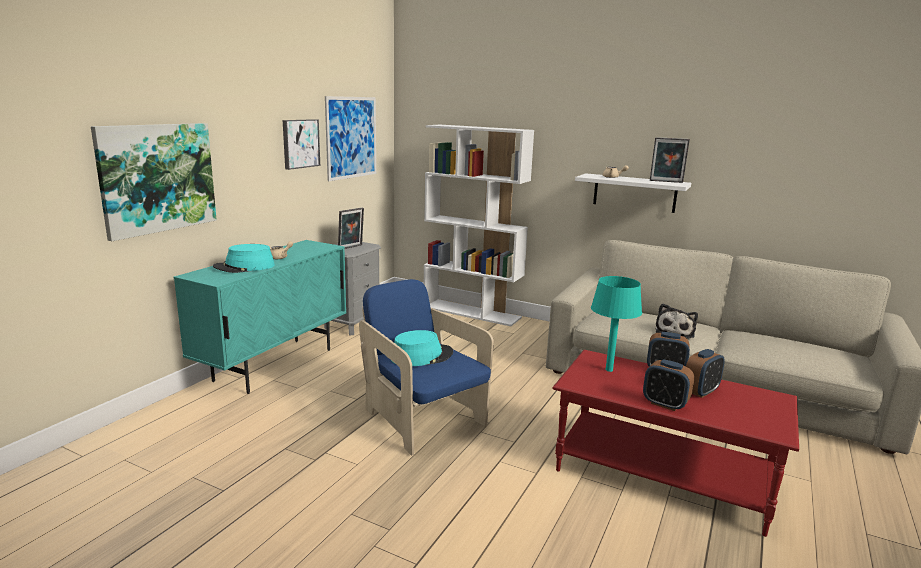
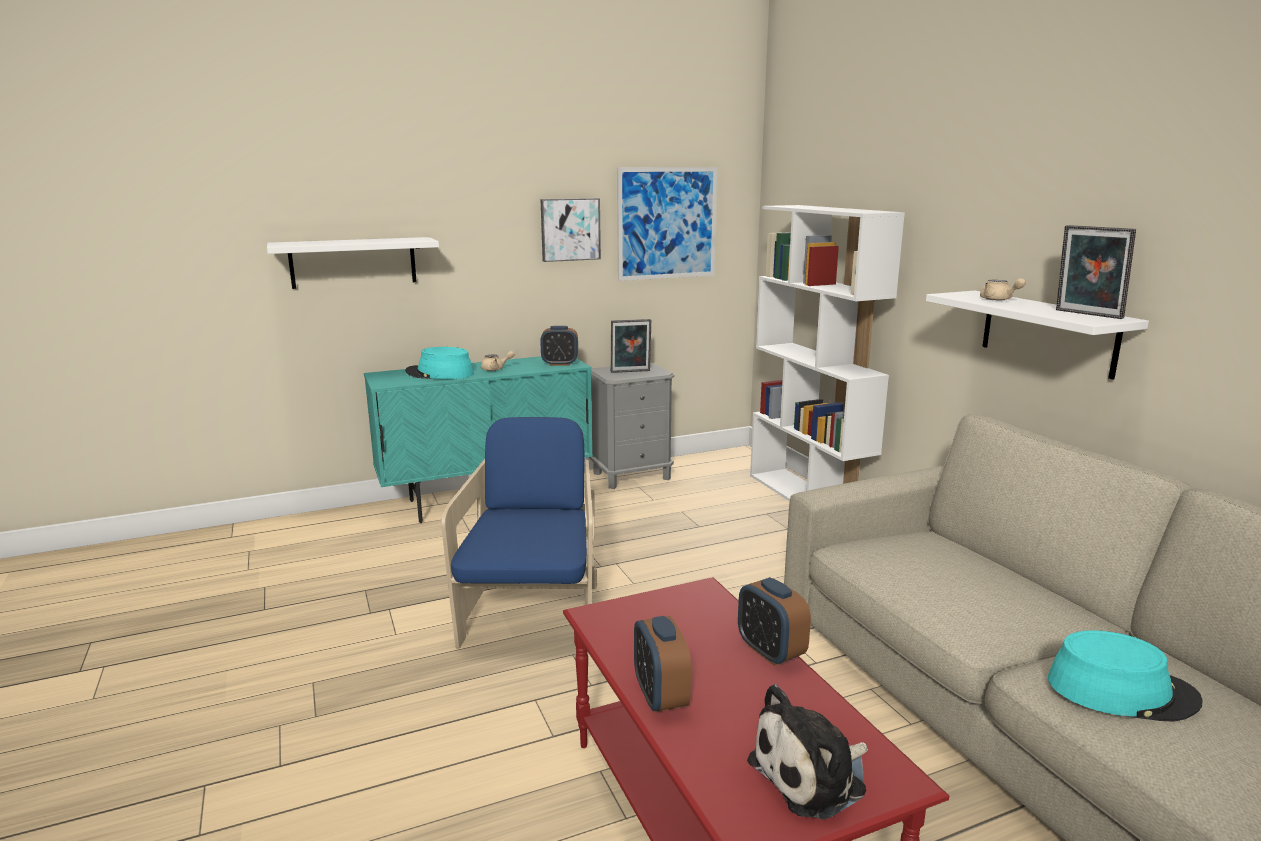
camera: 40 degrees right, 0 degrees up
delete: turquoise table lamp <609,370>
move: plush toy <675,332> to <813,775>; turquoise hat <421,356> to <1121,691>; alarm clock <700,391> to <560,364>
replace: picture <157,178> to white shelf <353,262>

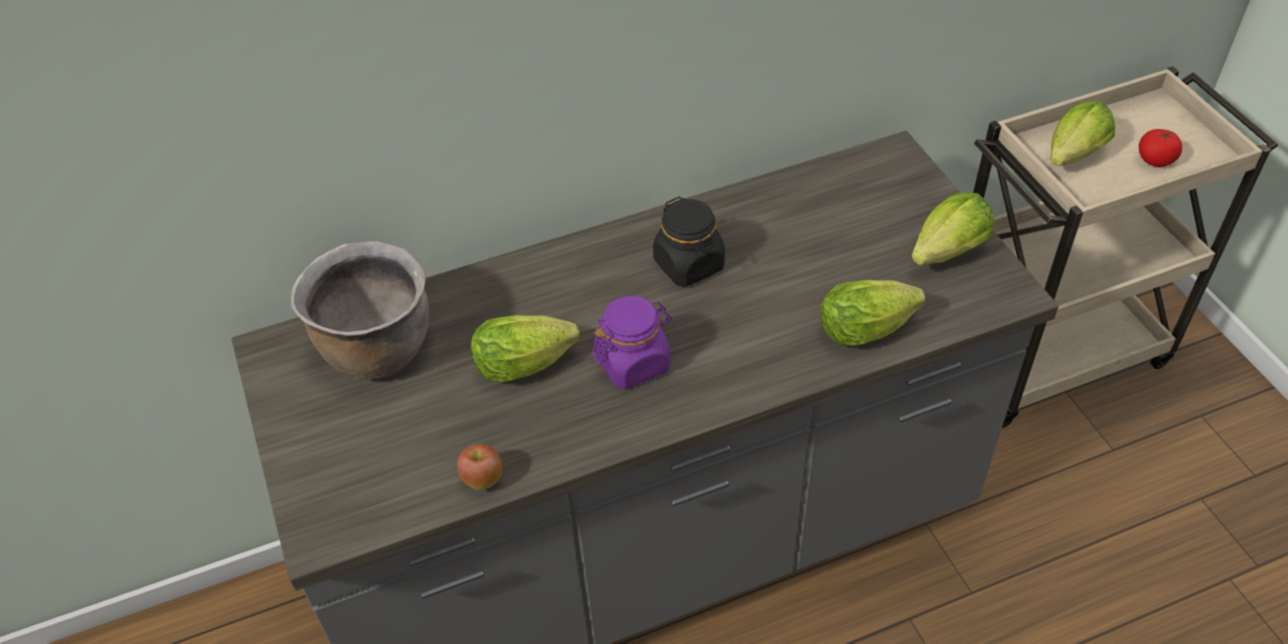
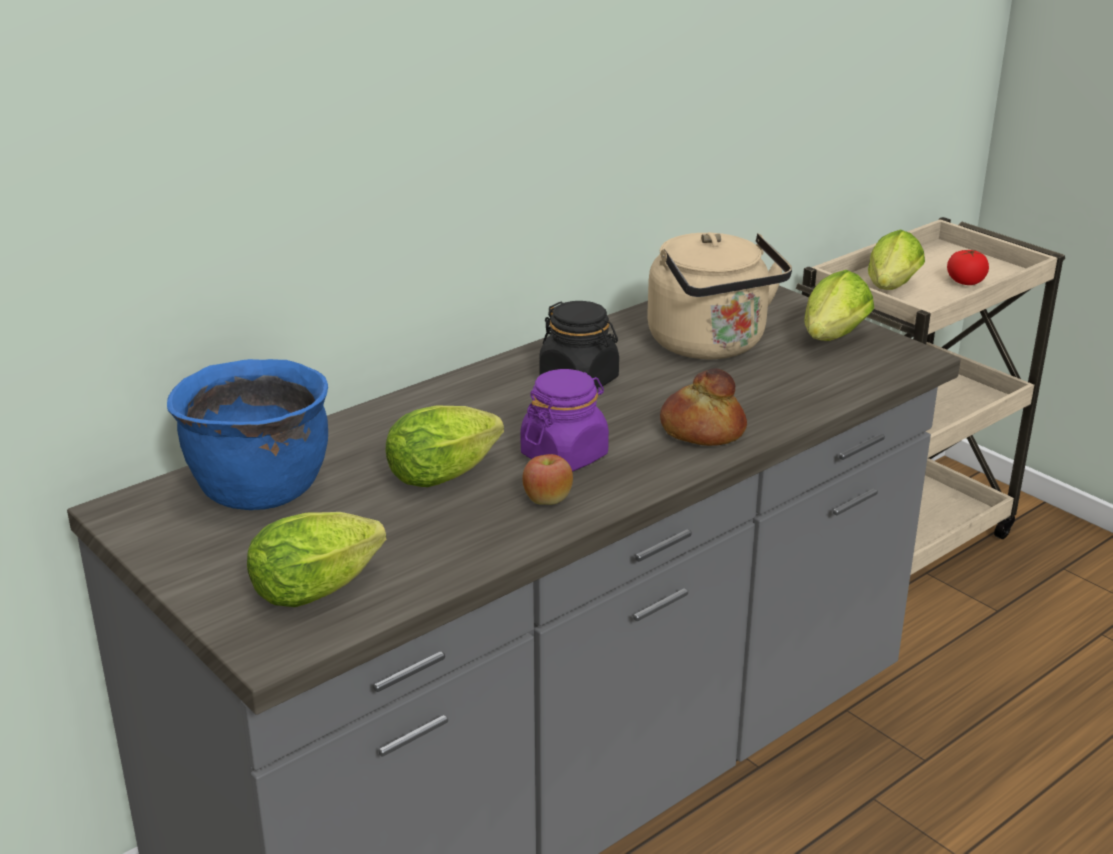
camera: 20 degrees left, 20 degrees down
insert: beige kettle <711,345>; bread <701,430>
move: lettuce <870,328> to <322,588>; apple <482,479> to <547,500>
recolor: brown cooking pot <377,348> to blue cooking pot <259,489>

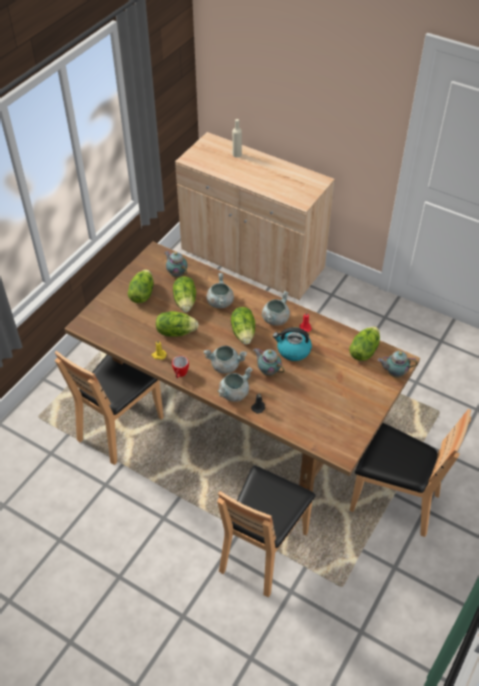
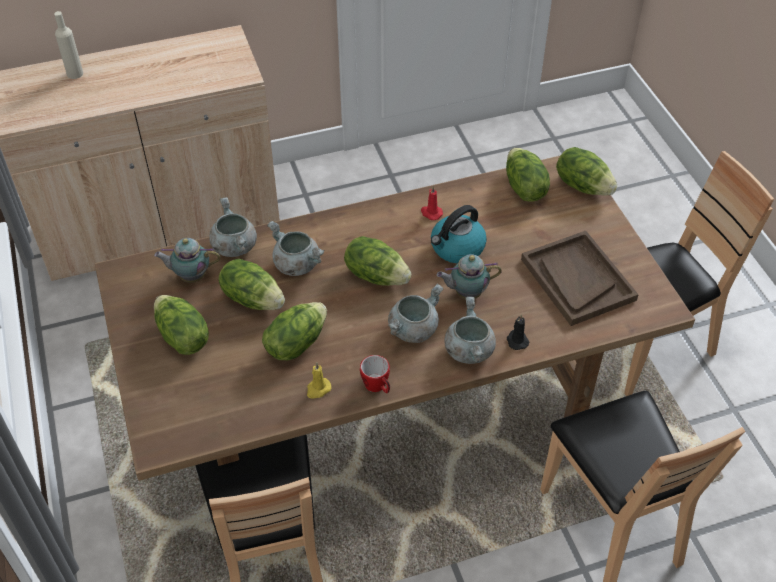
camera: 50 degrees left, 0 degrees up
insert: brown tray <577,279>
move: grey cooking pot <275,319> to <234,246>
replace: teapot <394,373> to lettuce <583,185>

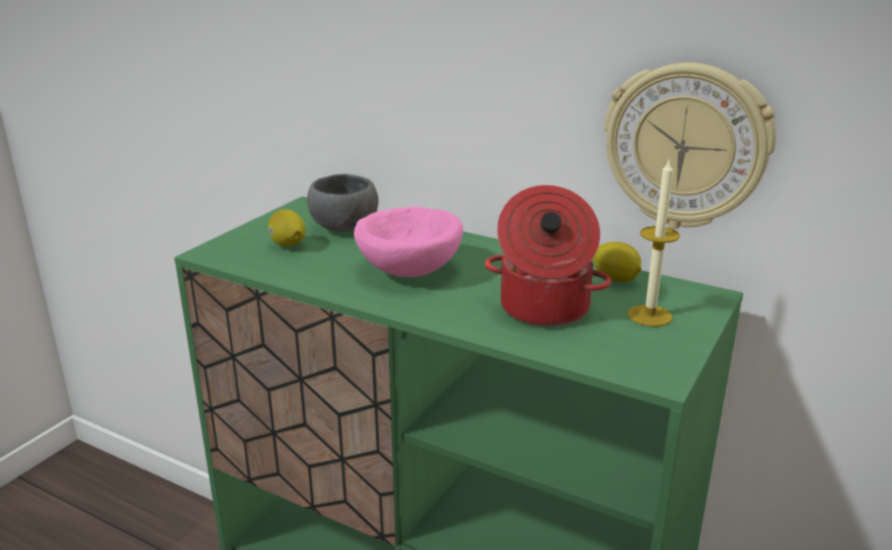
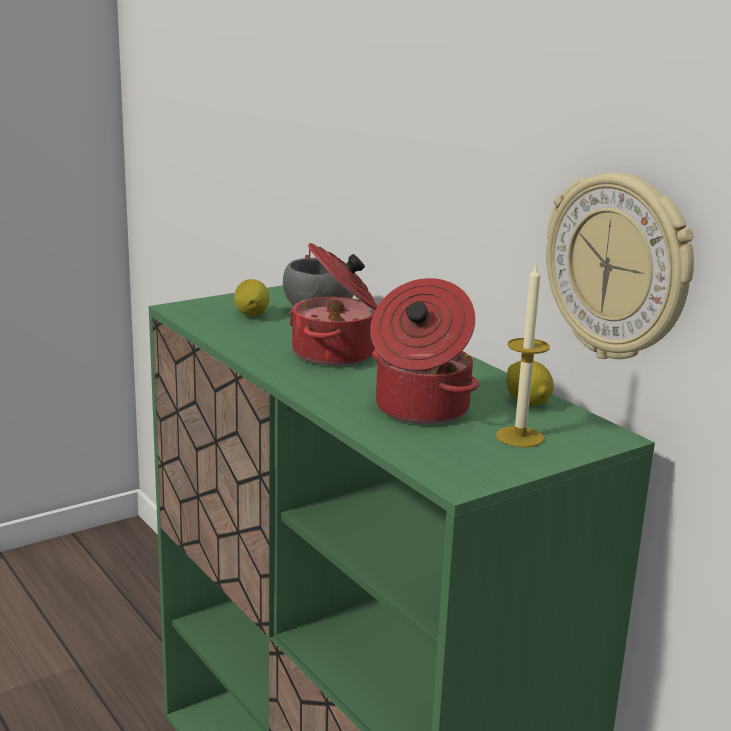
camera: 25 degrees right, 5 degrees down
replace: pink bowl <410,269> to cooking pot <336,354>

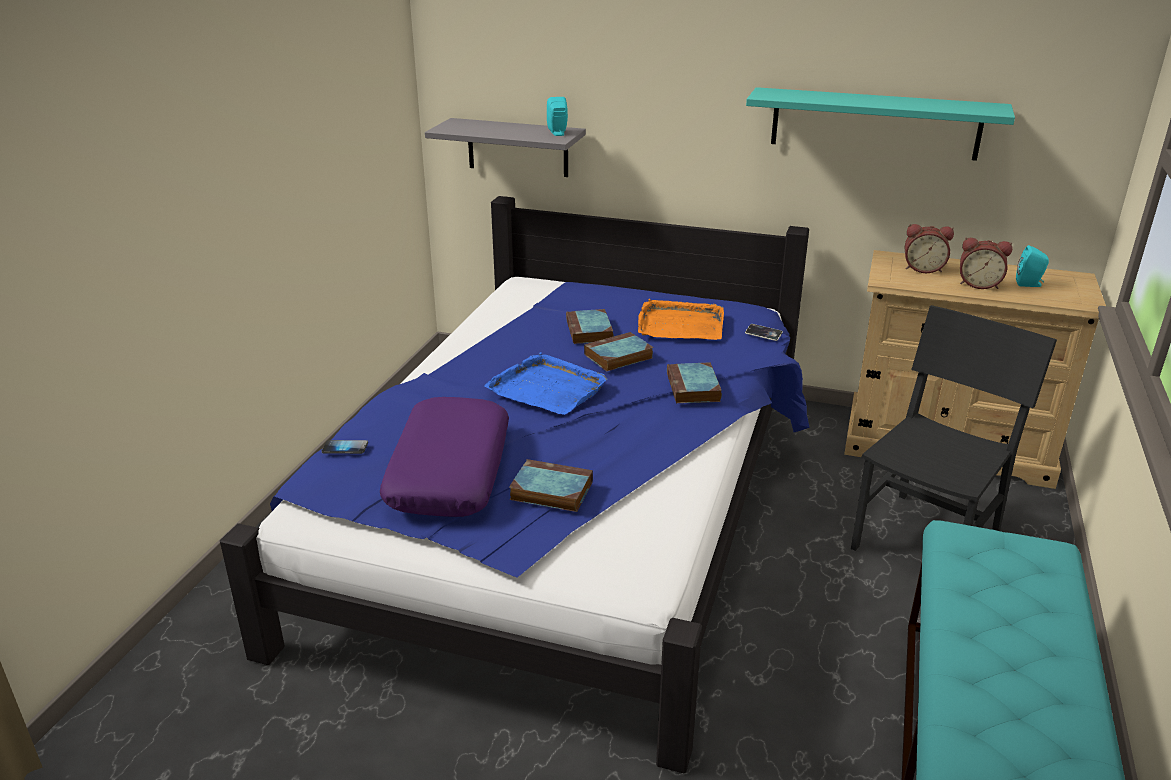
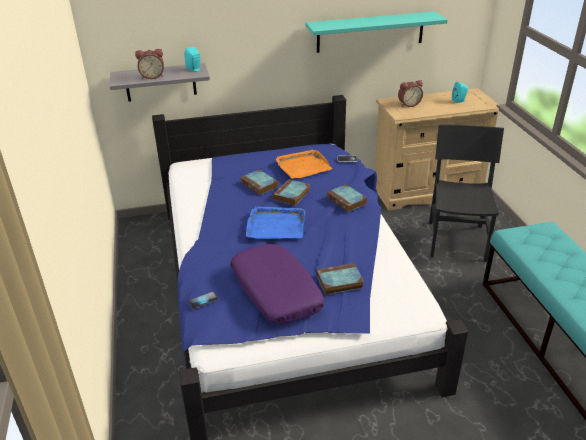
camera: 30 degrees left, 5 degrees up
move: alarm clock <979,284> to <152,76>

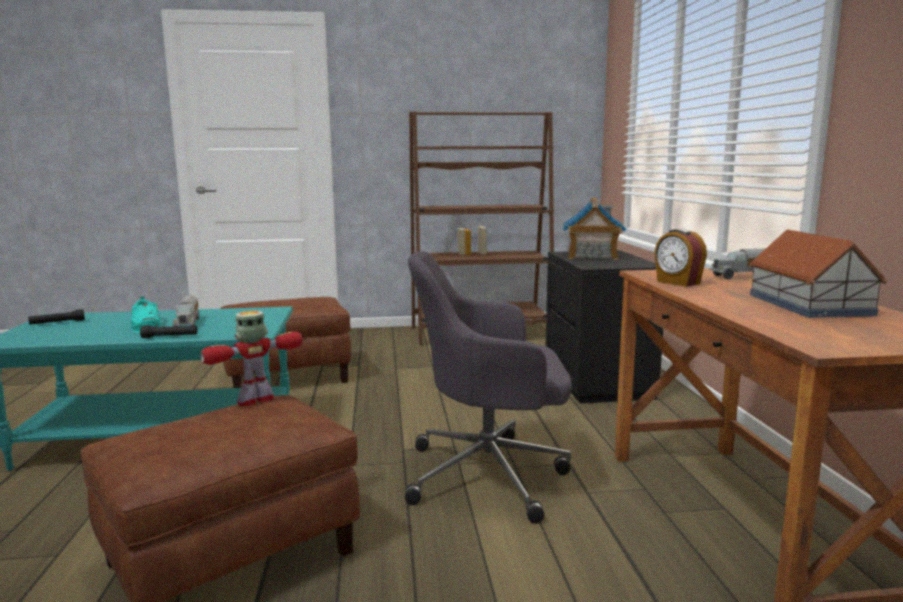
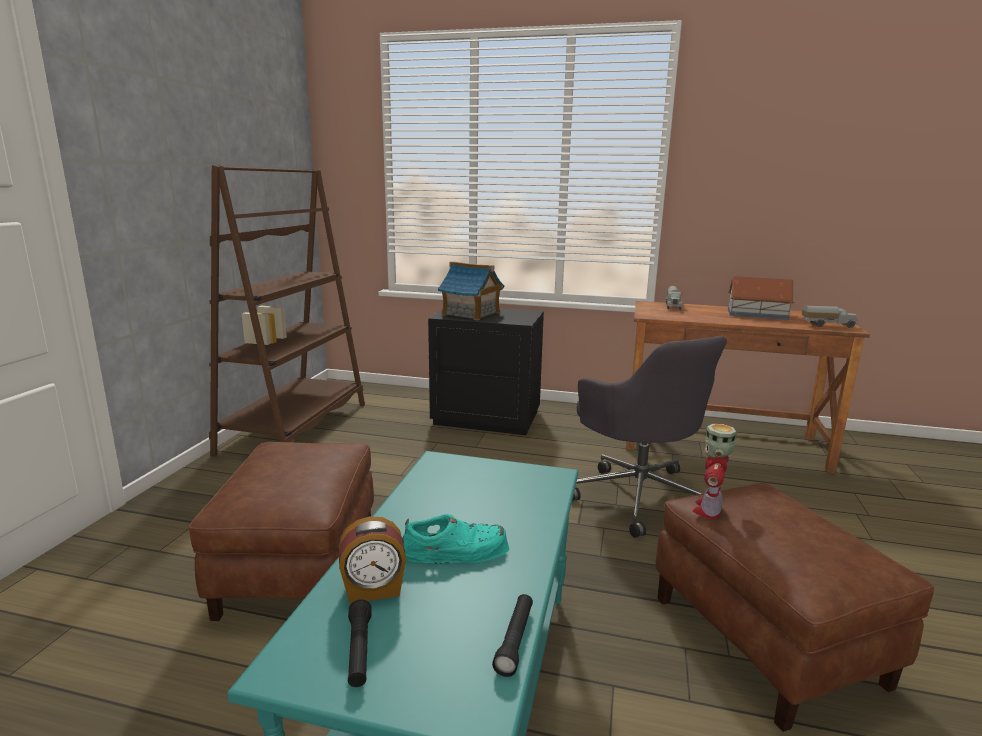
camera: 70 degrees left, 5 degrees up
move: alarm clock <677,283> to <373,590>; toy truck <188,323> to <827,325>; black flashlight <170,337> to <515,640>
rotate: grey office chair <490,474> = <638,496> 45 degrees counterclockwise; toy robot <256,400> = <709,509> 45 degrees clockwise

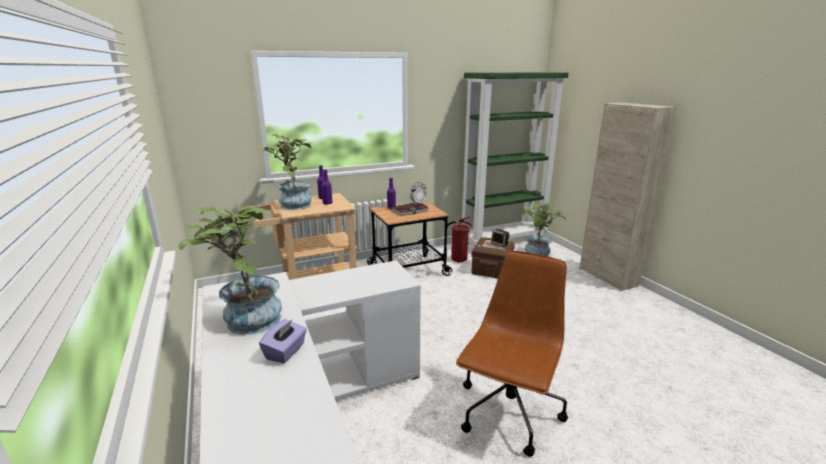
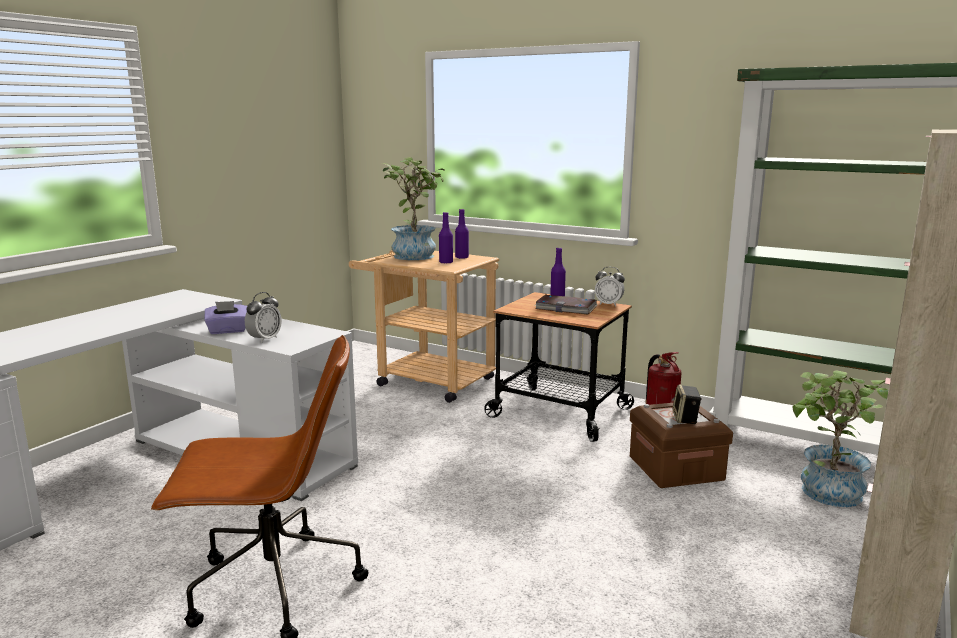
camera: 55 degrees right, 5 degrees down
delete: potted plant <245,319>
insert: alarm clock <264,339>
move: purple tissue box <286,352> to <227,331>

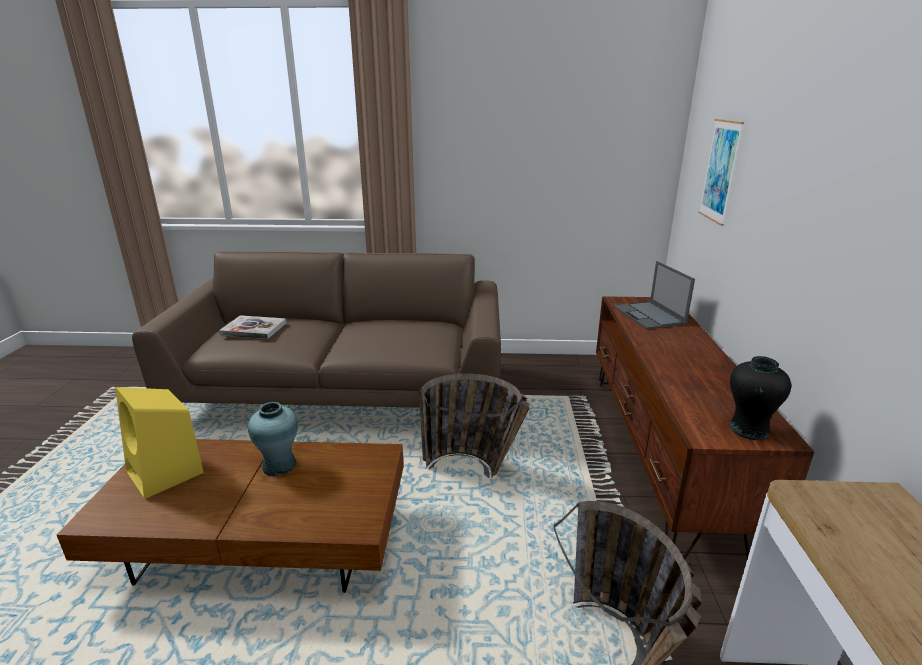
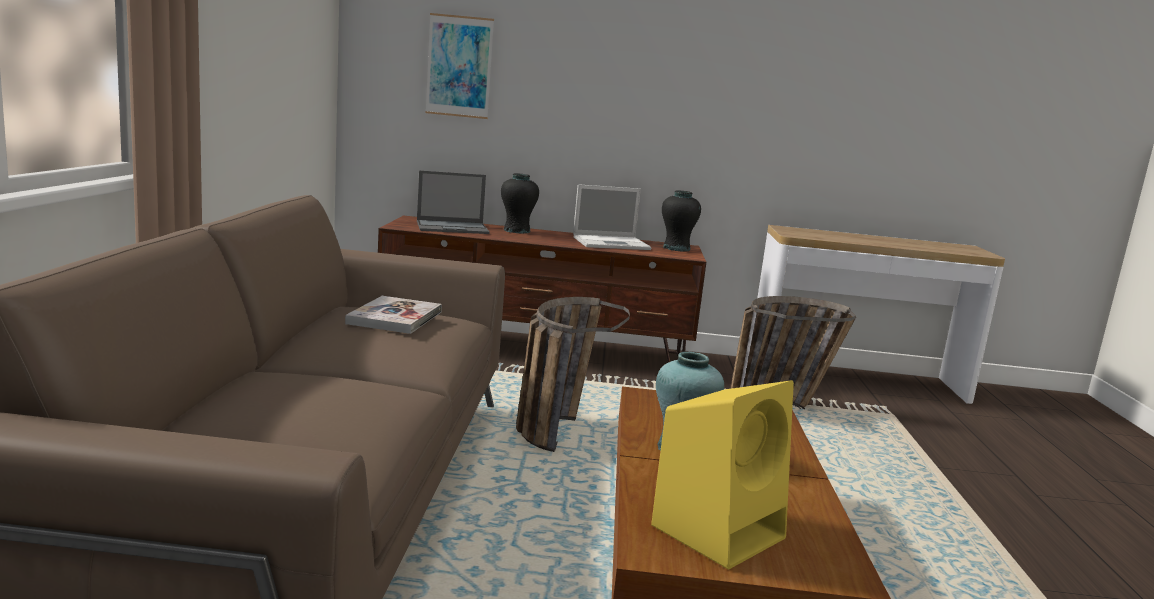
camera: 90 degrees left, 10 degrees down
insert: black vase <516,230>; laptop <612,243>
move: book <253,329> to <395,317>

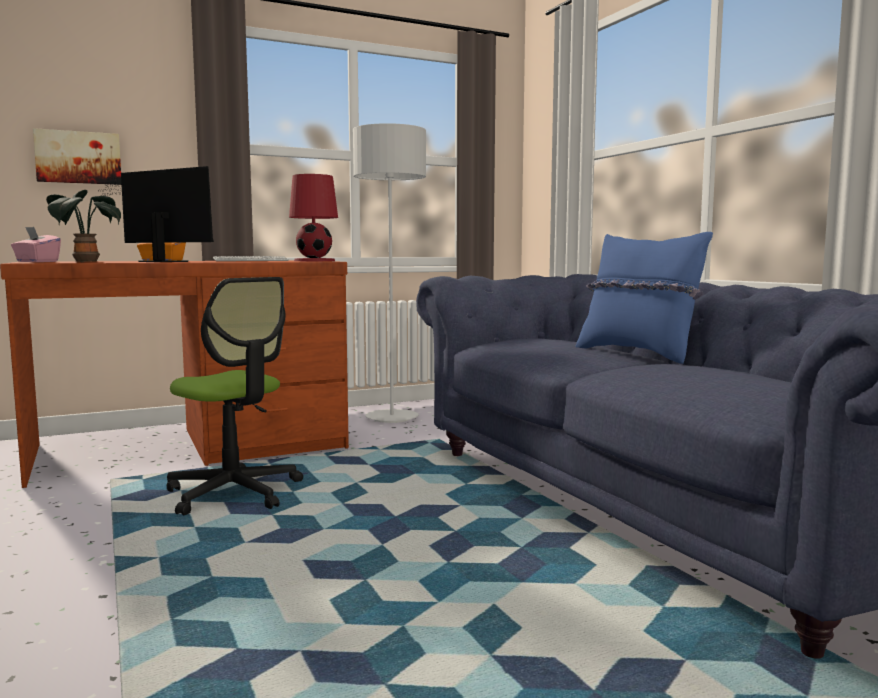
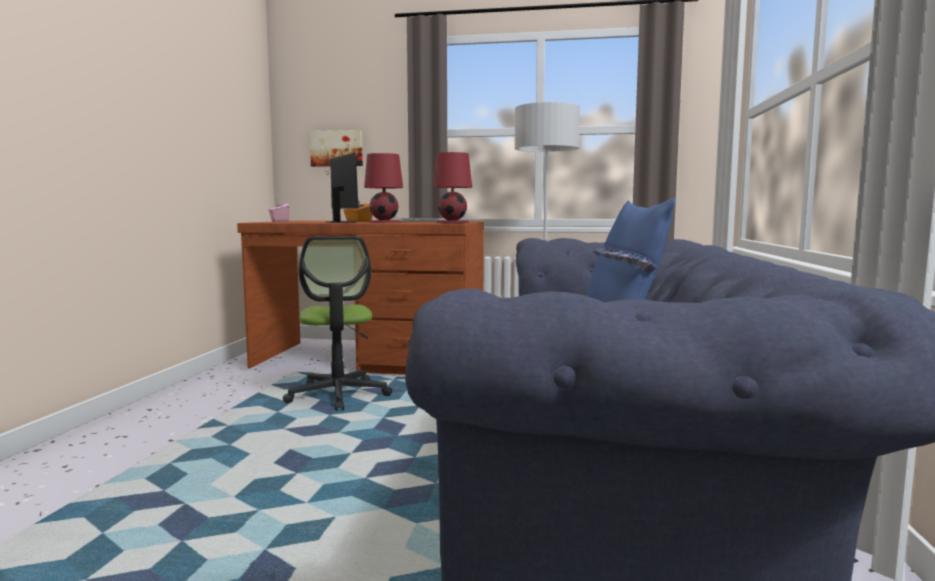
camera: 35 degrees right, 0 degrees up
delete: potted plant <84,262>
insert: red table lamp <384,222>

